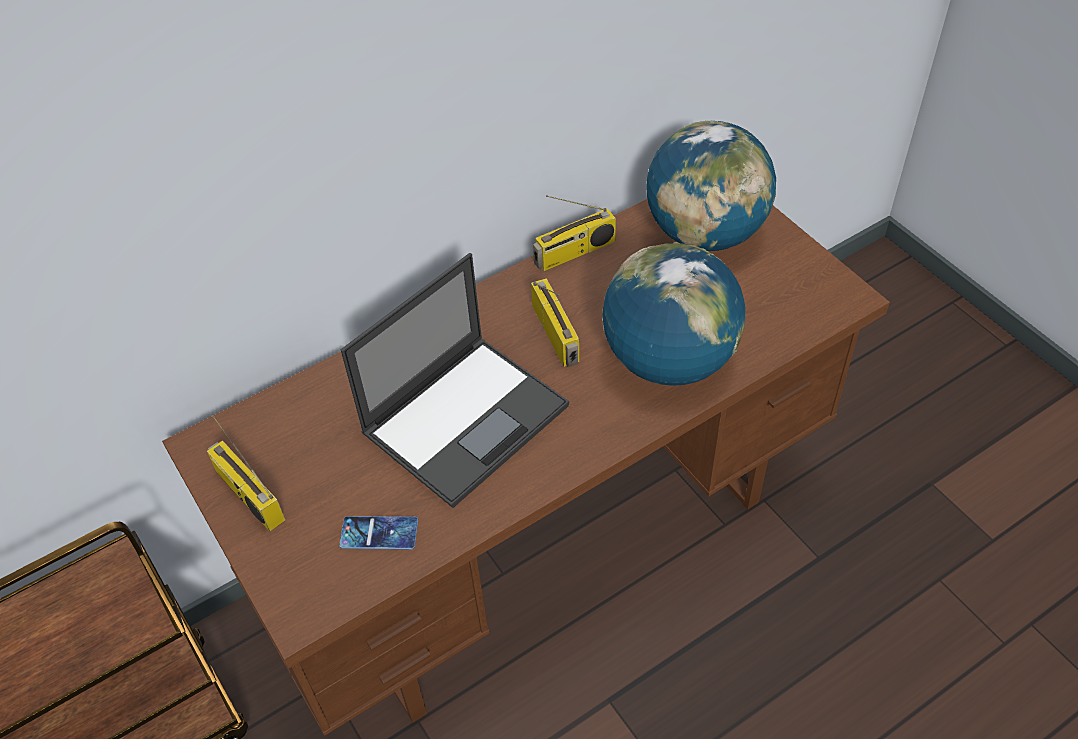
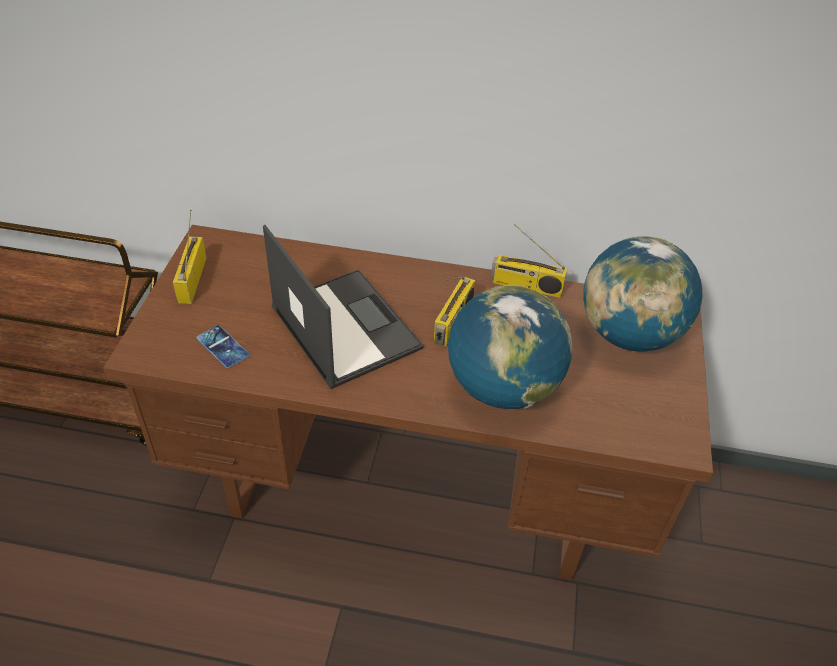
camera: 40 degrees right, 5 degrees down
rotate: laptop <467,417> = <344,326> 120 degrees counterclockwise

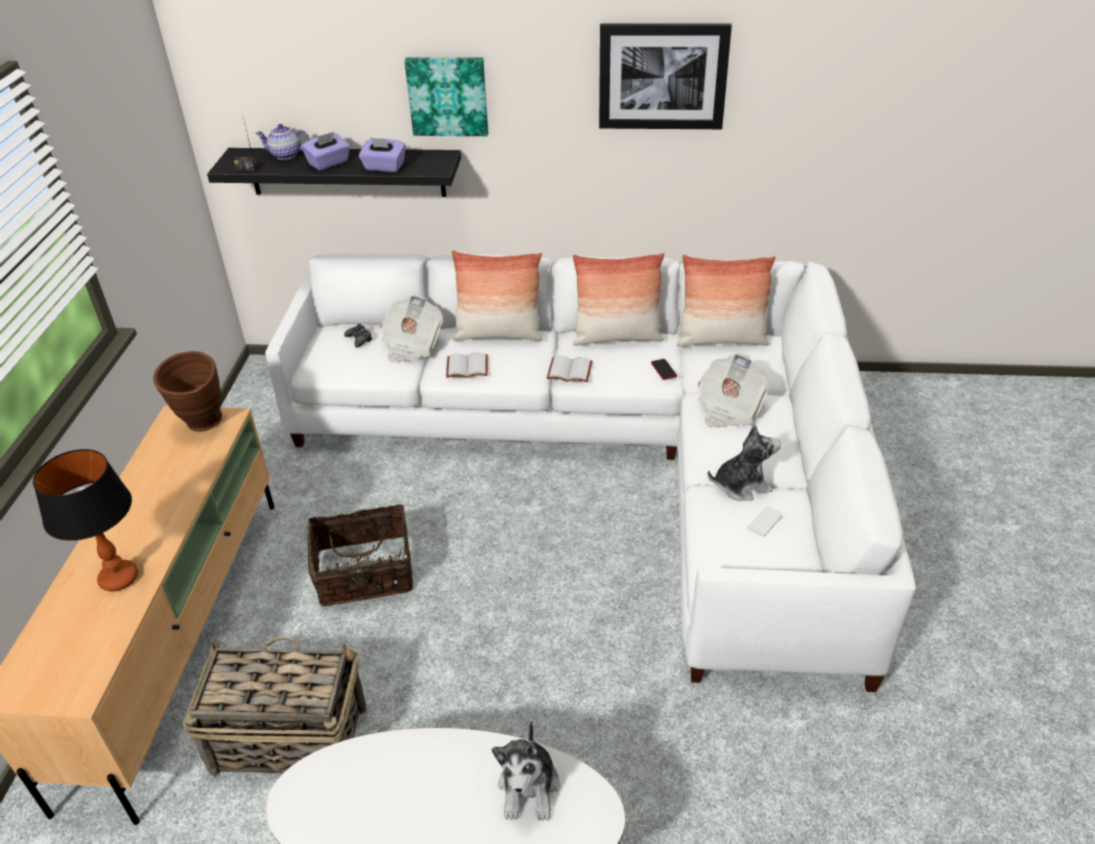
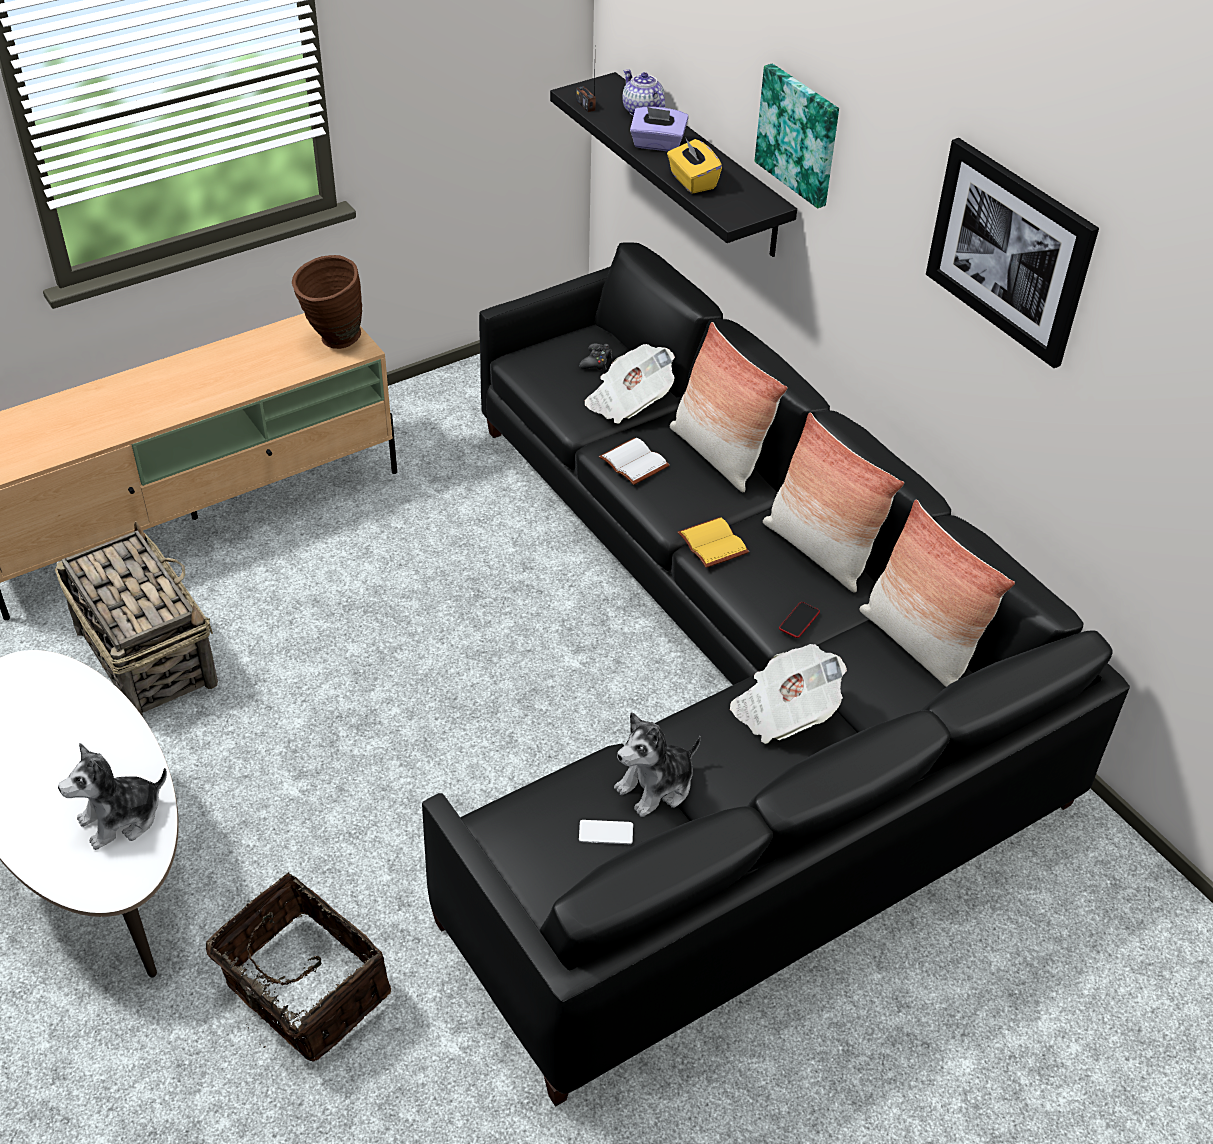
camera: 50 degrees right, 5 degrees up
delete: table lamp <119,578>
move: basket <365,576> to <303,992>
recolor: purple tissue box <384,167> to yellow tissue box <692,181>; white sofa <618,454> to black sofa <726,685>; white book <568,372> to yellow book <710,544>
rotate: plush toy <741,485> = <656,786> 105 degrees clockwise

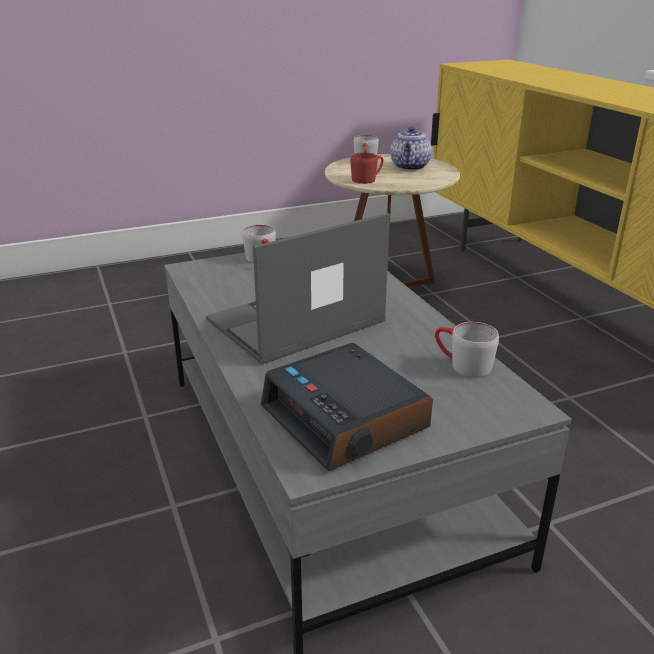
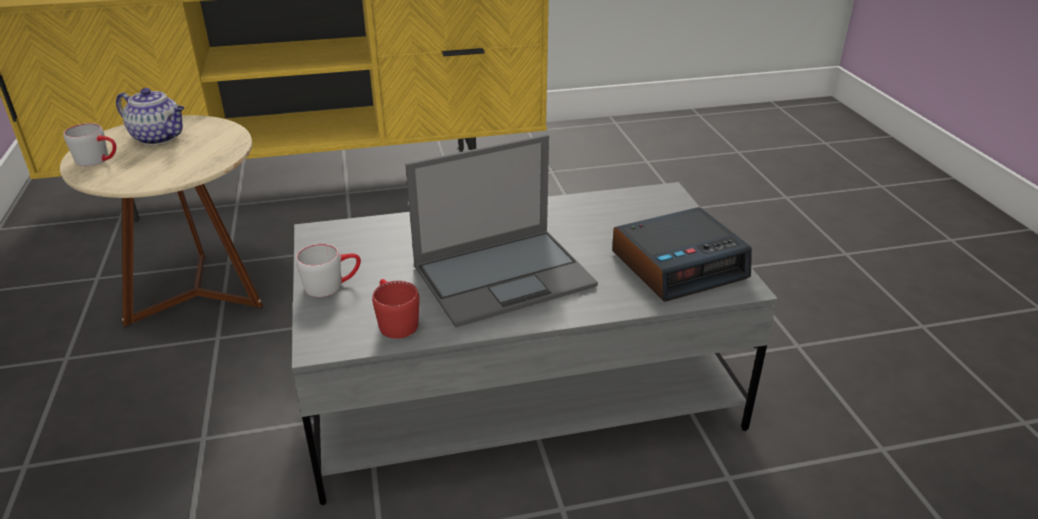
camera: 80 degrees left, 5 degrees up
delete: grey mug <462,365>
move: red mug <367,179> to <394,321>
rotate: laptop <294,322> = <505,275> 90 degrees counterclockwise

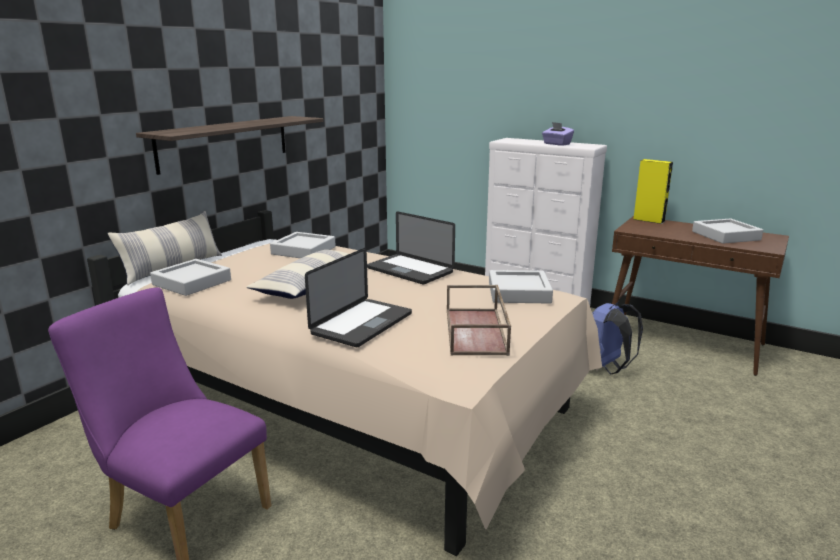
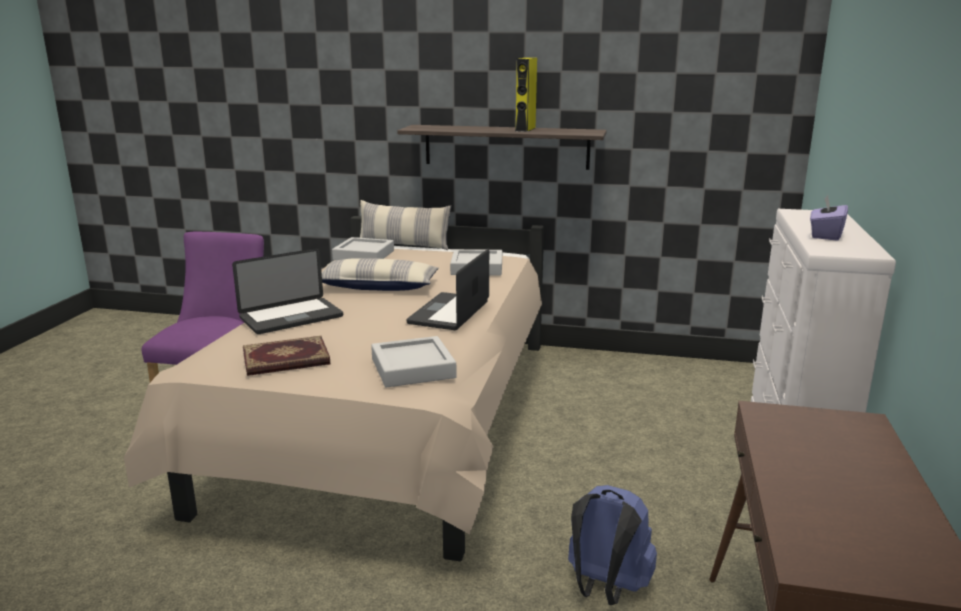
camera: 70 degrees right, 0 degrees up
delete: grey tray <725,236>
move: yellow speaker <648,220> to <525,129>
replace: brown tray <477,331> to book <286,360>
rotate: laptop <362,324> = <291,317> 45 degrees counterclockwise

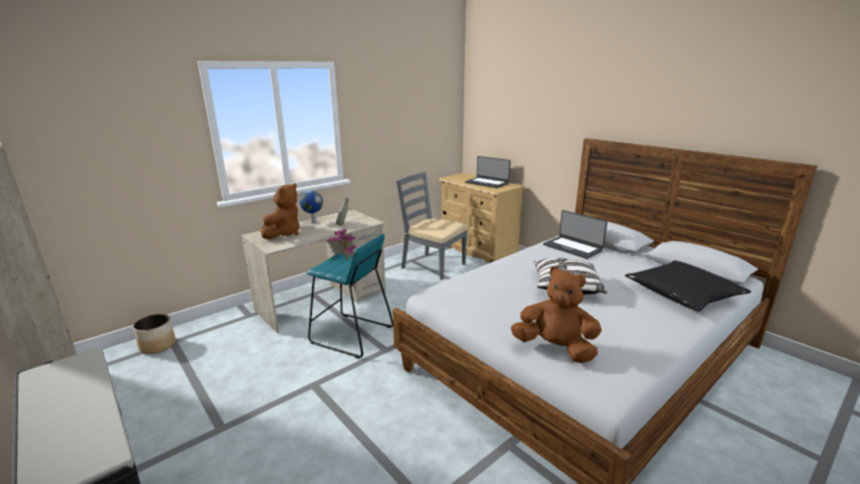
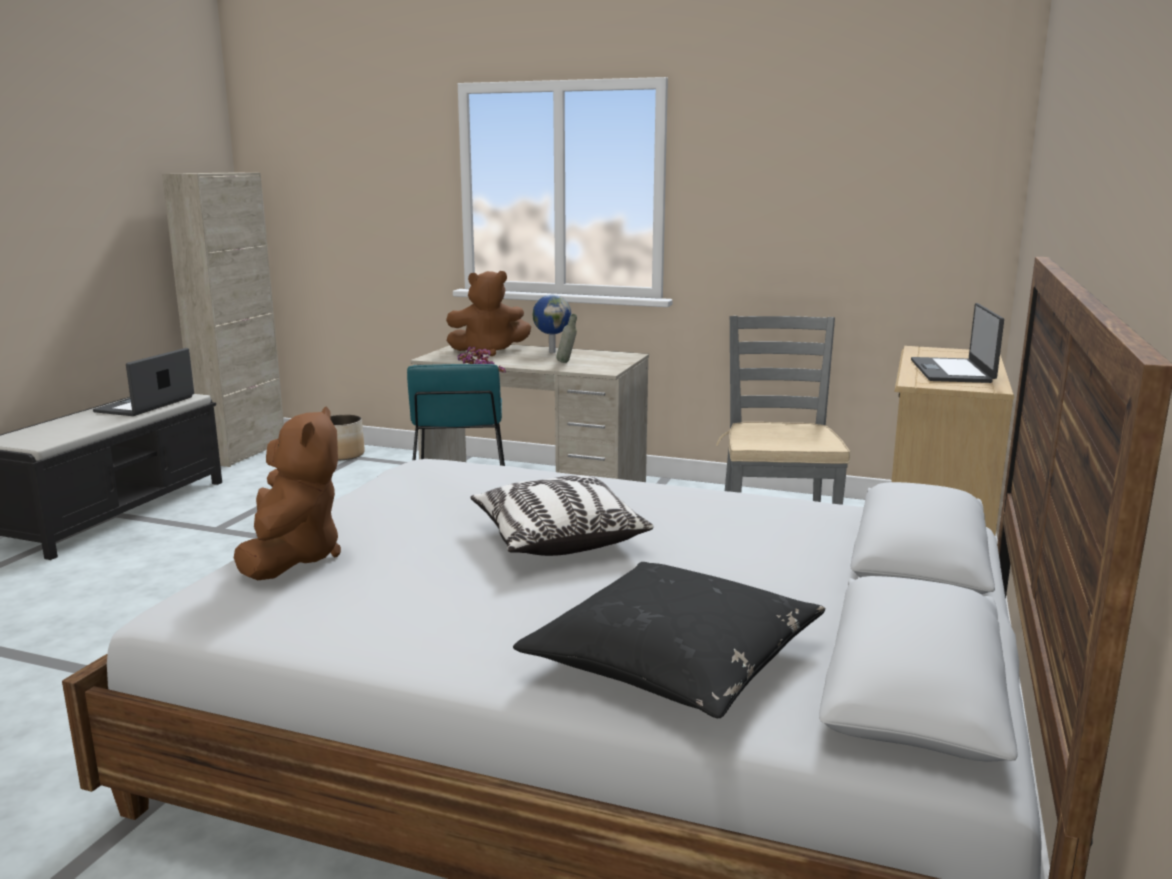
camera: 60 degrees right, 5 degrees down
move: laptop <573,247> to <146,405>

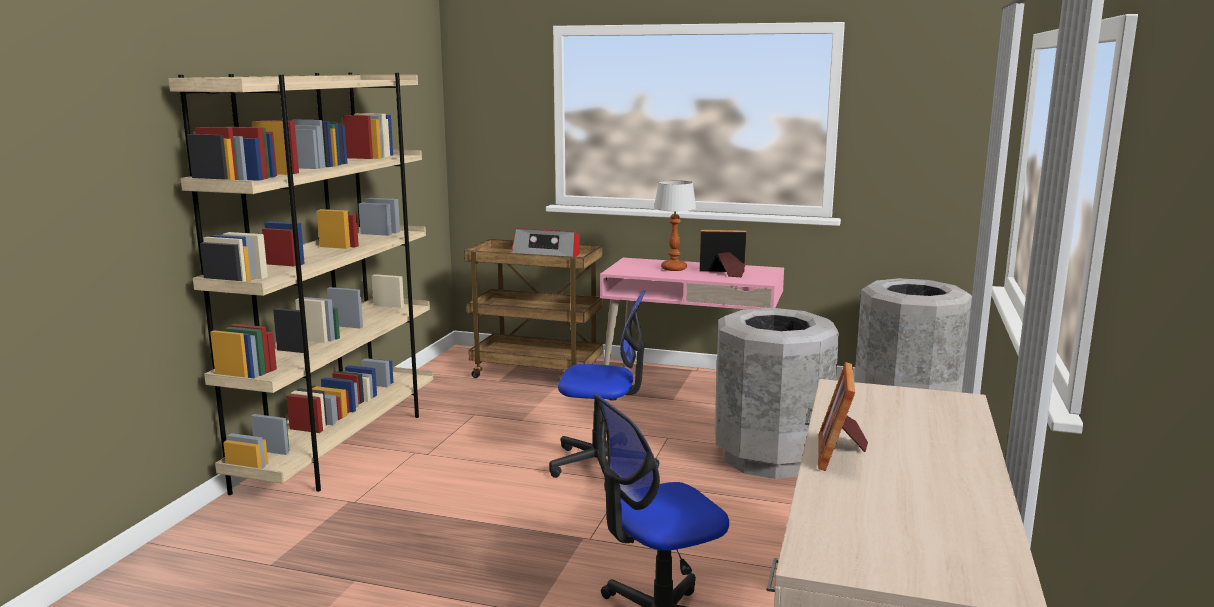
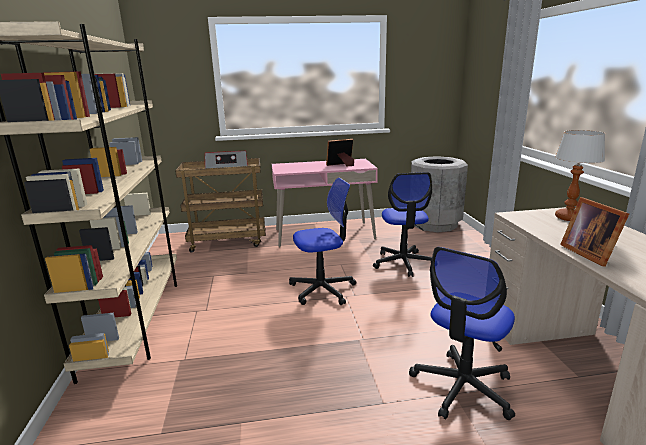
camera: 25 degrees left, 5 degrees up
move: table lamp <673,269> to <568,218>
replace: grey trash can <770,457> to office chair <403,263>

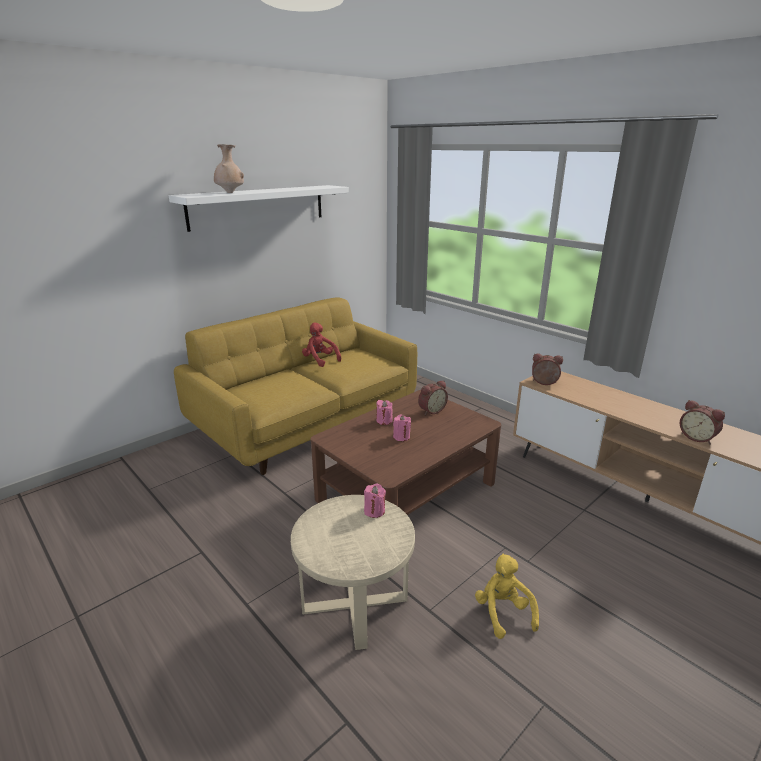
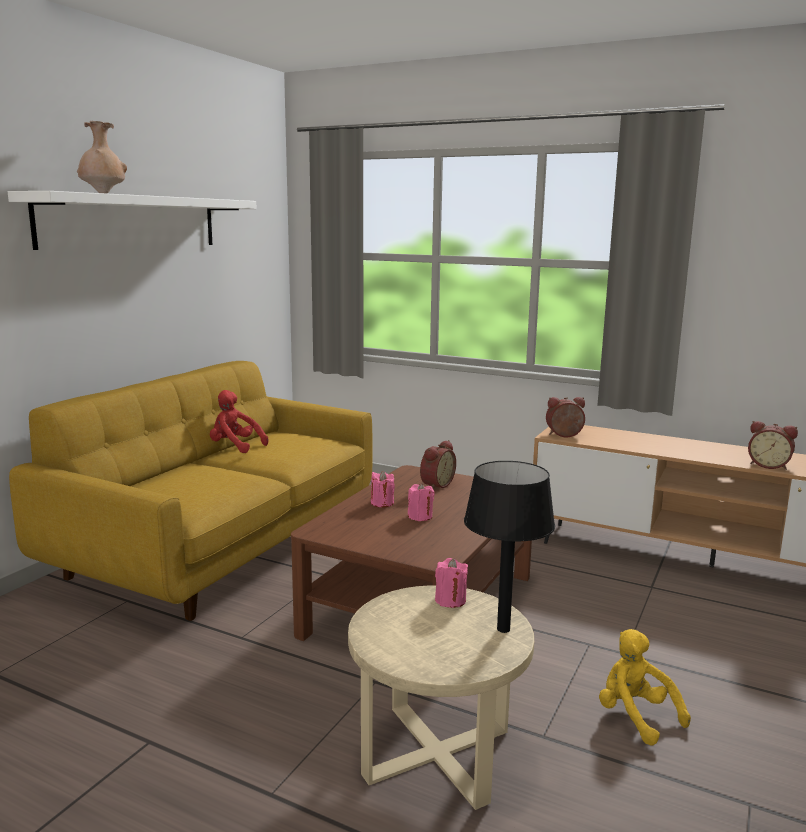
camera: 20 degrees left, 10 degrees down
insert: black table lamp <503,629>

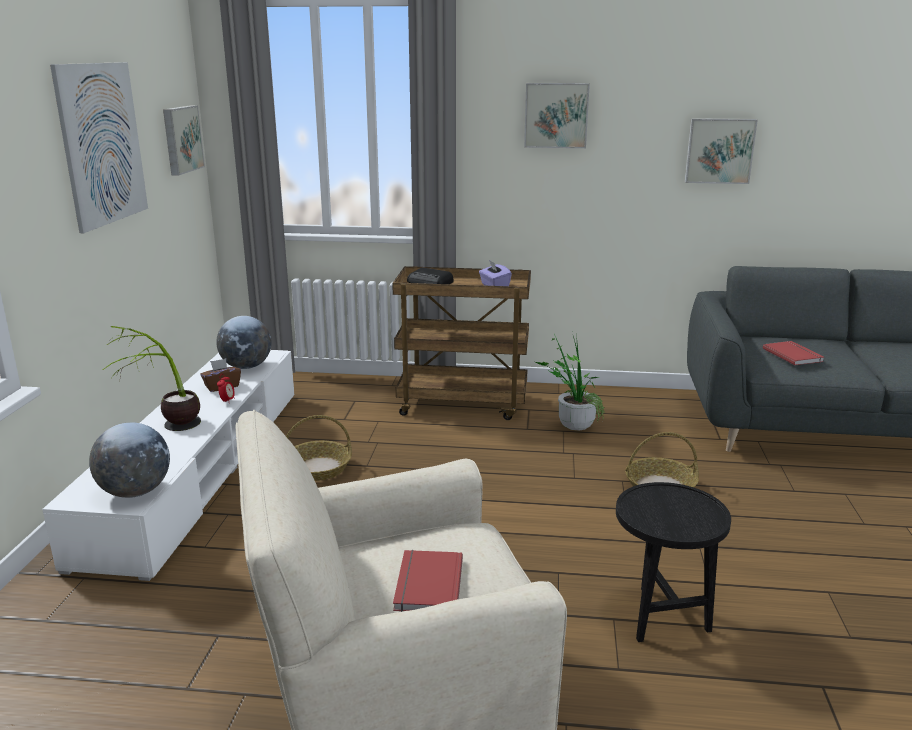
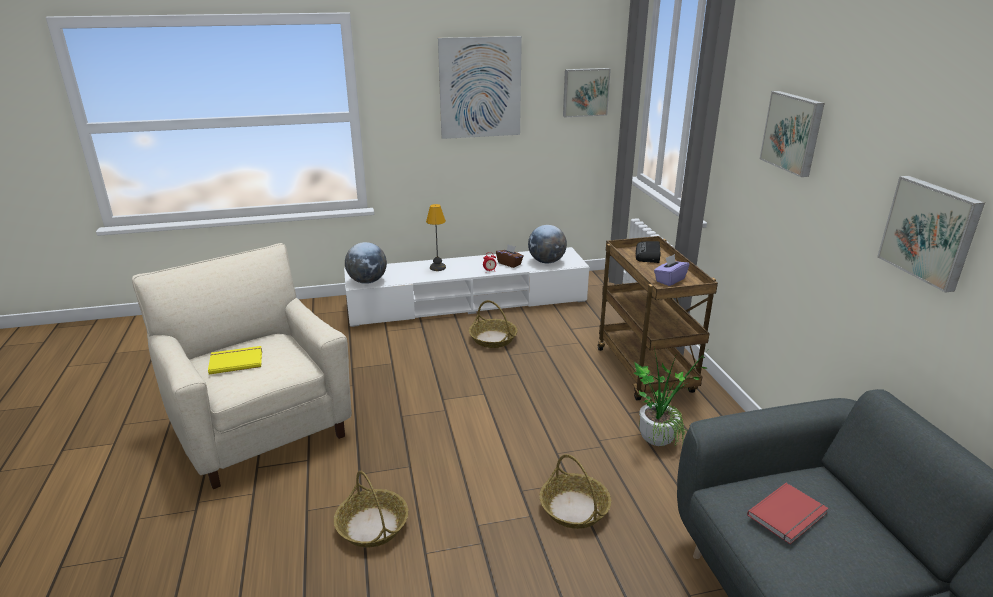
camera: 70 degrees right, 5 degrees up
replace: potted plant <166,431> to table lamp <438,268>; black side table <660,614> to basket <373,526>
recolor: red book <426,584> to yellow book <236,361>

